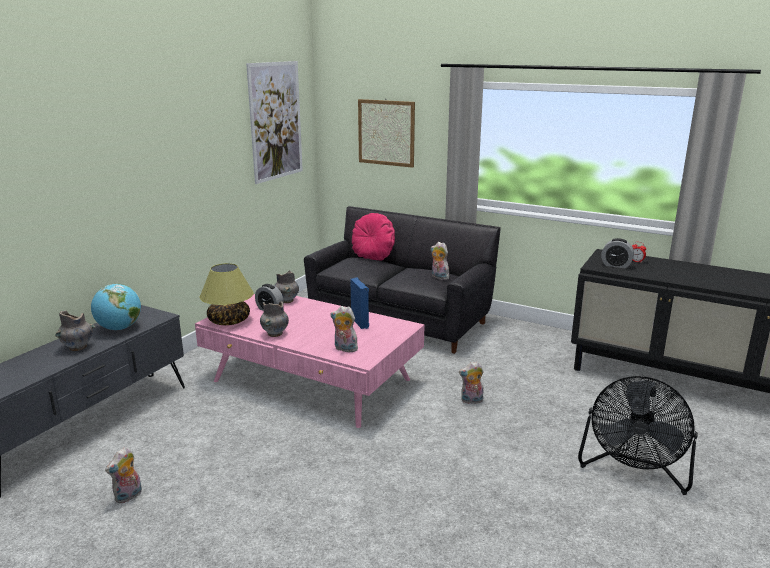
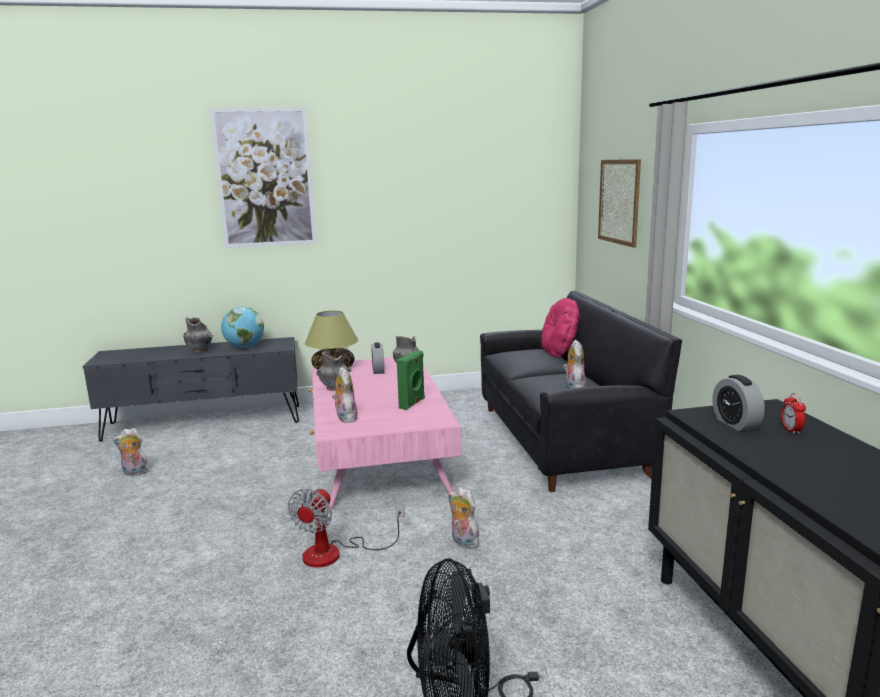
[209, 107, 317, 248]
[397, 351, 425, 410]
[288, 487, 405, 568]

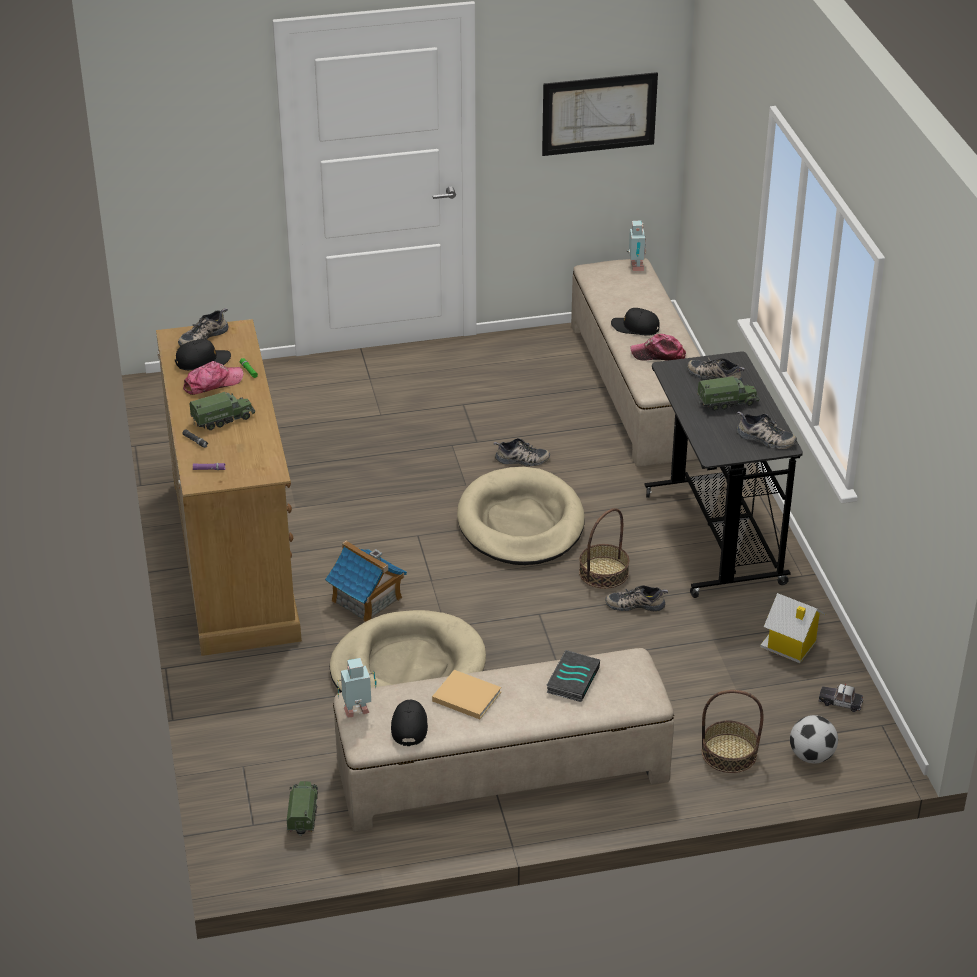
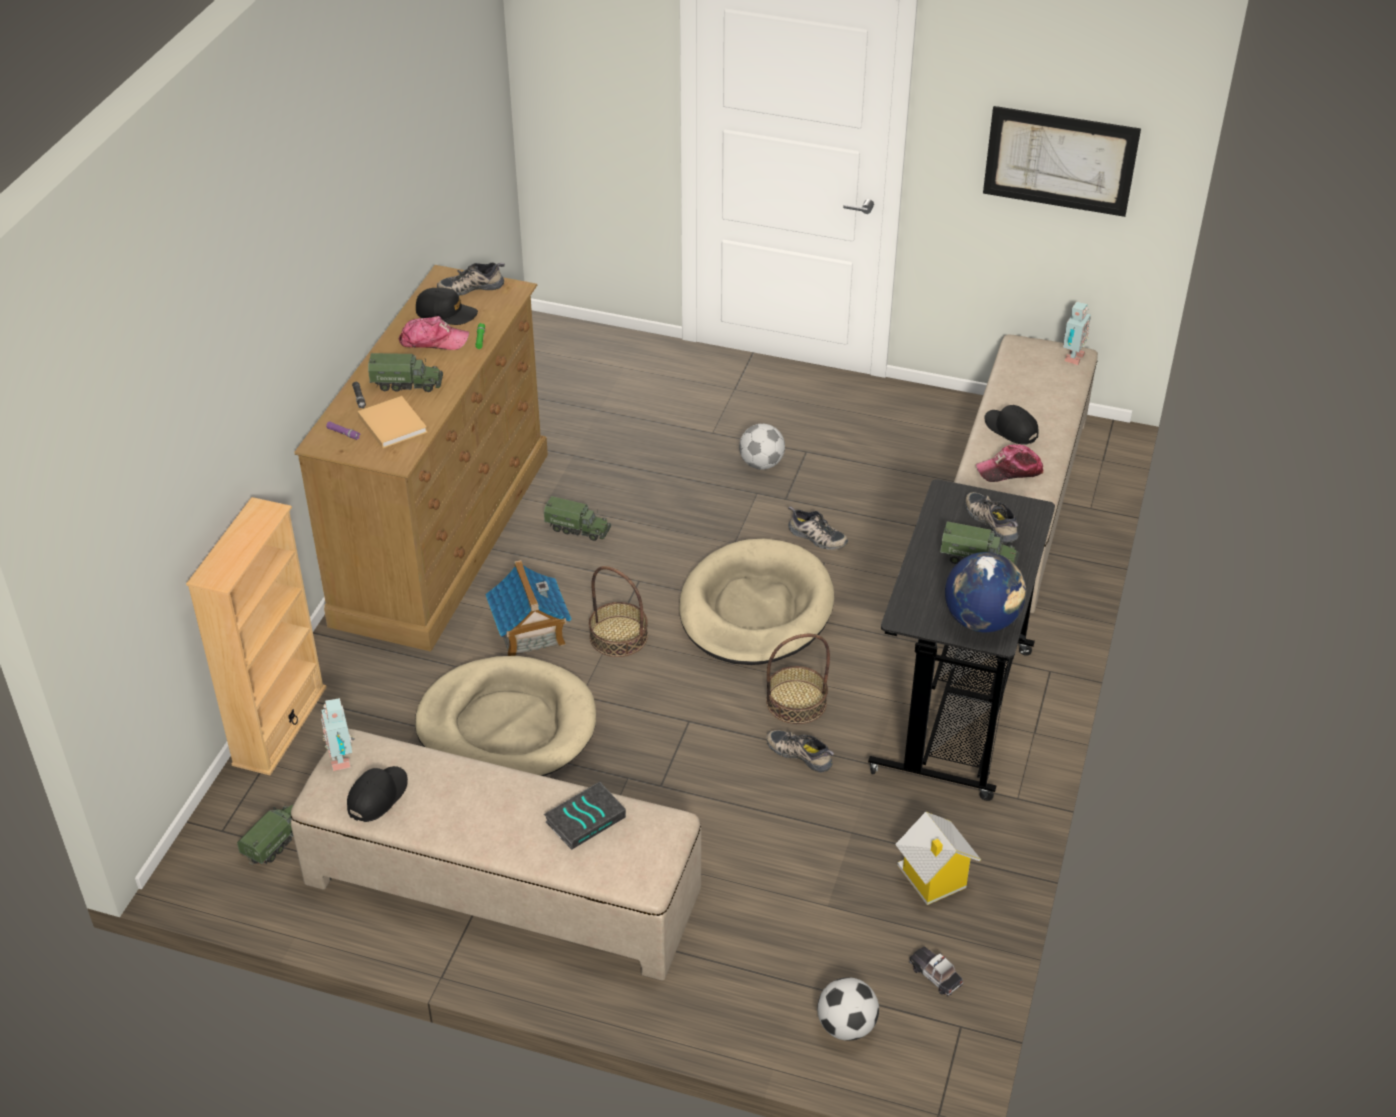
[321, 698, 355, 771]
[358, 396, 427, 448]
[976, 444, 1043, 482]
[589, 566, 648, 657]
[945, 552, 1026, 632]
[186, 497, 327, 775]
[544, 496, 611, 541]
[739, 424, 785, 469]

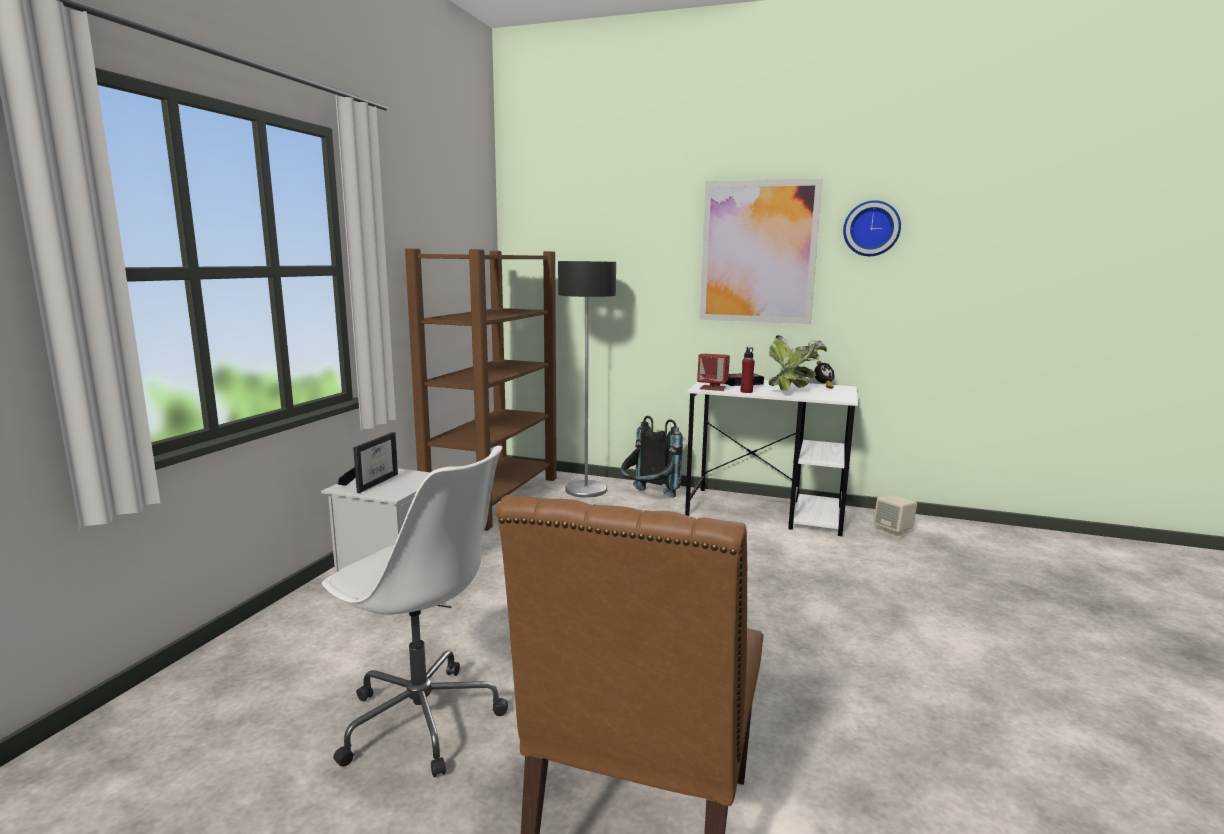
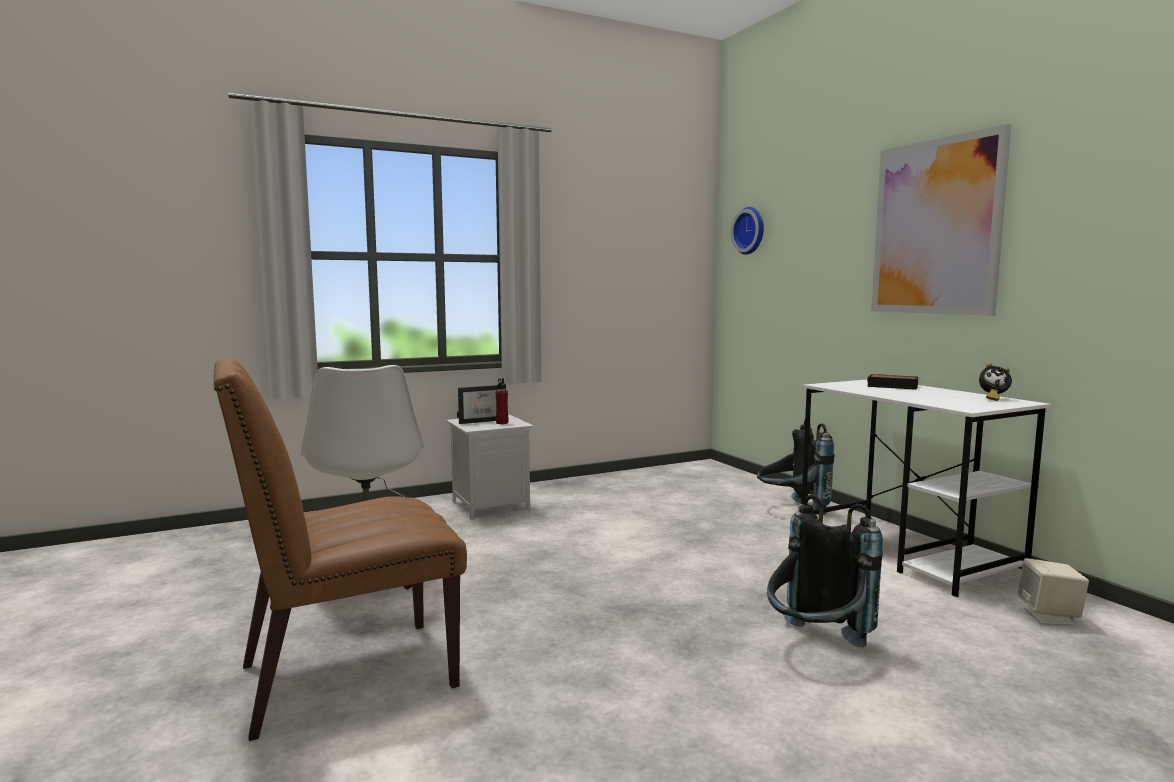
[405, 248, 557, 531] (first image)
[558, 261, 616, 498] (first image)
[697, 354, 730, 391] (first image)
[496, 378, 508, 424]
[769, 335, 827, 391] (first image)
[731, 207, 764, 255]
[767, 494, 883, 648]

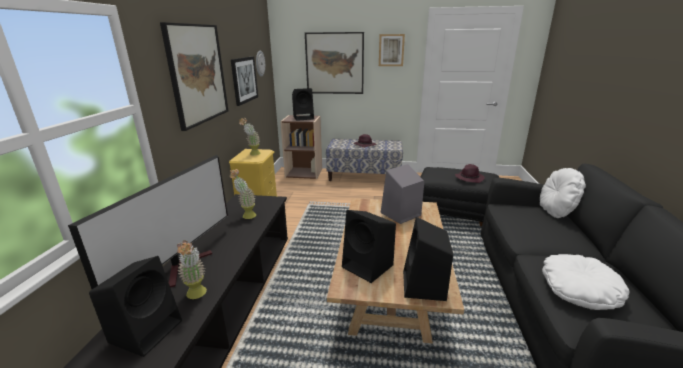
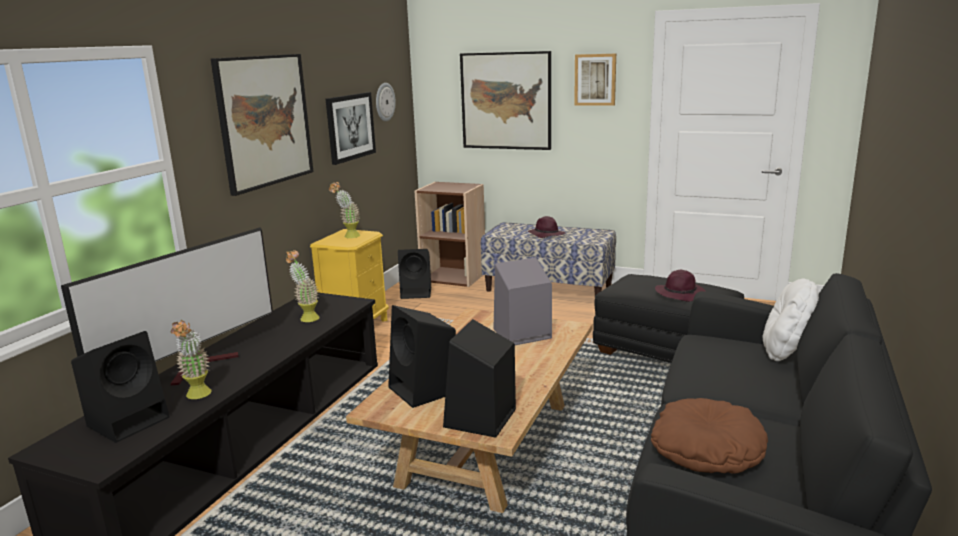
[398, 249, 431, 299]
[651, 398, 768, 474]

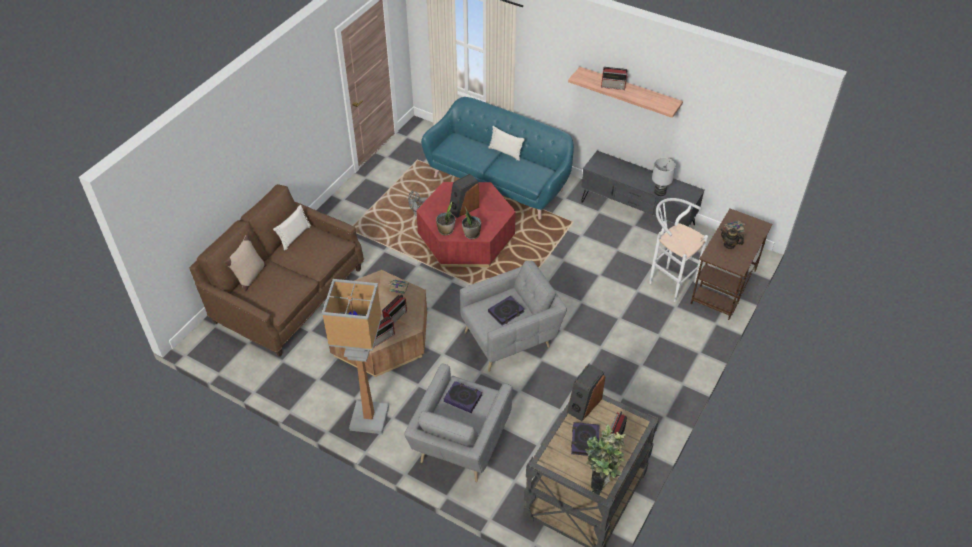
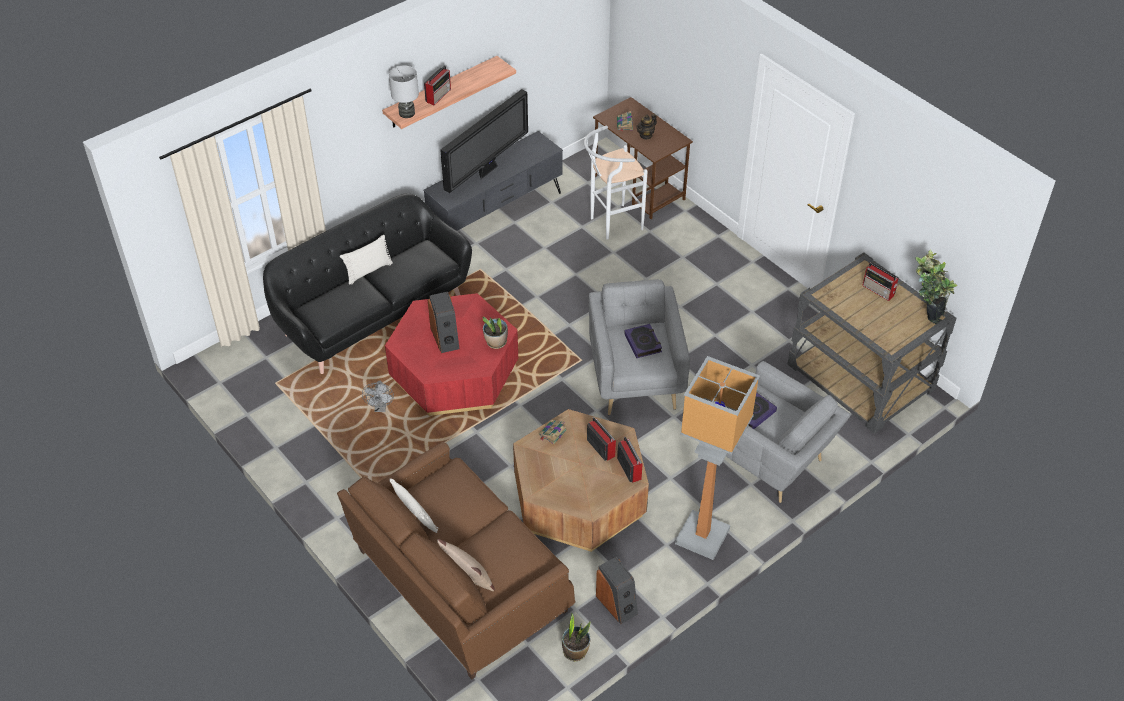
[263, 193, 472, 374]
[562, 614, 590, 661]
[596, 557, 638, 624]
[571, 422, 600, 456] (first image)
[389, 65, 419, 118]
[440, 89, 528, 193]

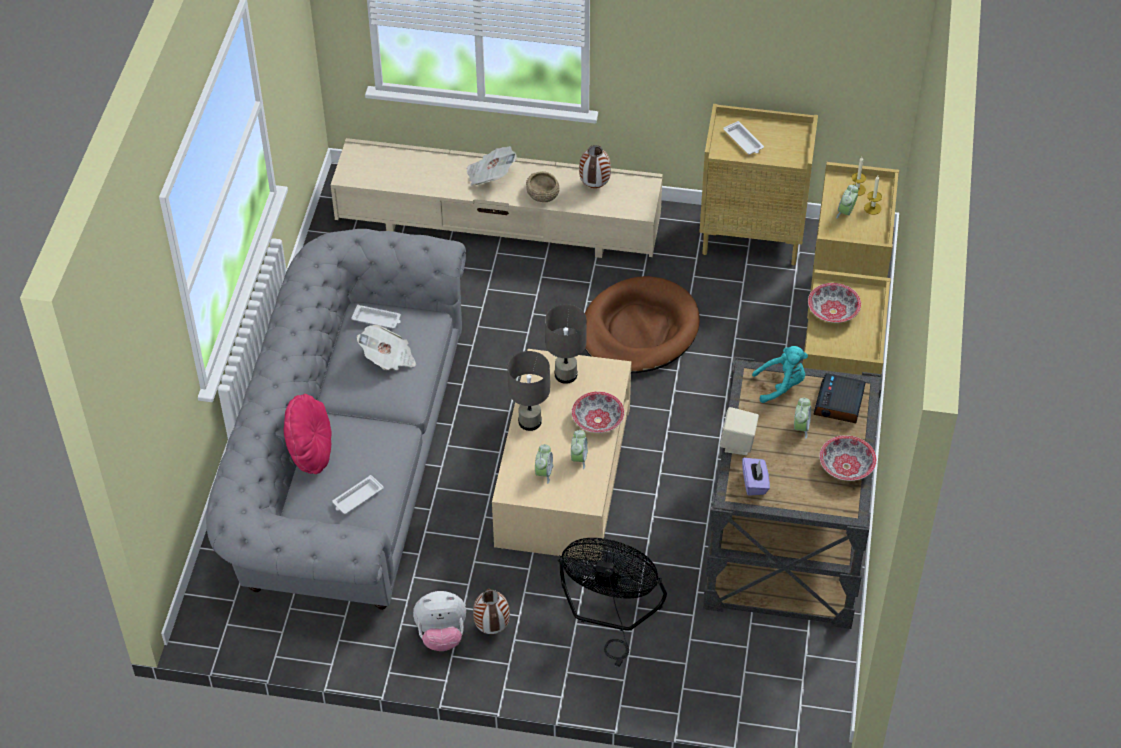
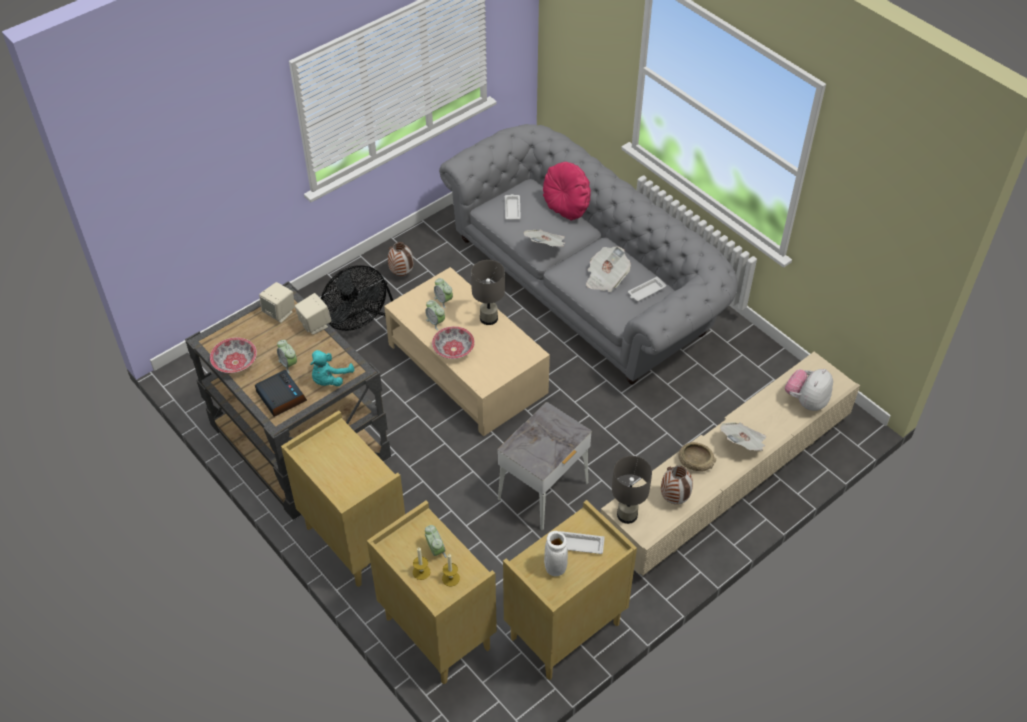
[785, 369, 833, 411]
[612, 456, 652, 524]
[498, 402, 592, 530]
[259, 282, 295, 323]
[808, 283, 861, 323] (first image)
[524, 230, 565, 247]
[544, 531, 568, 576]

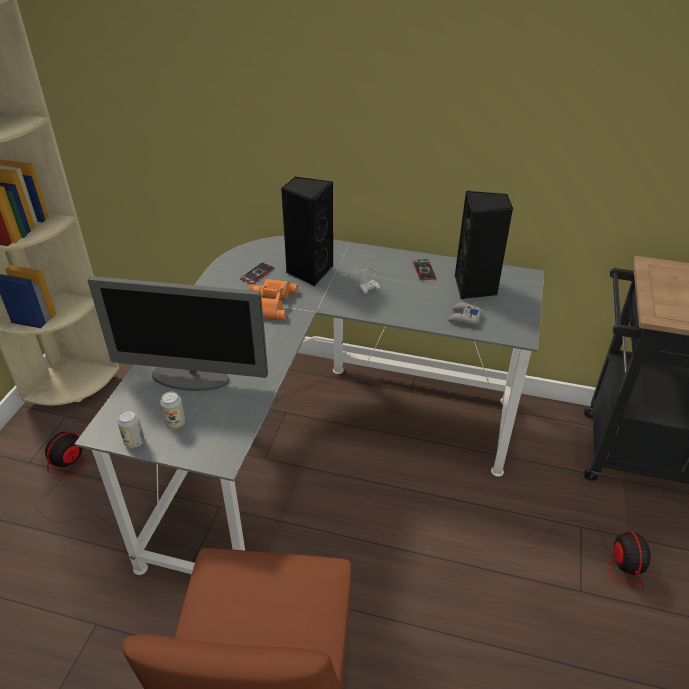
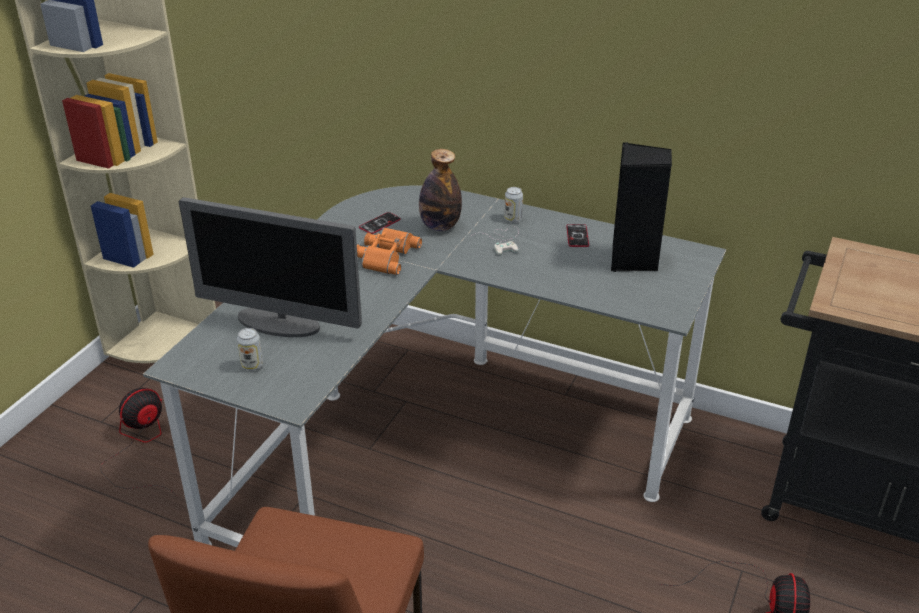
[504, 187, 523, 223]
[419, 149, 462, 231]
[448, 302, 482, 325] (first image)

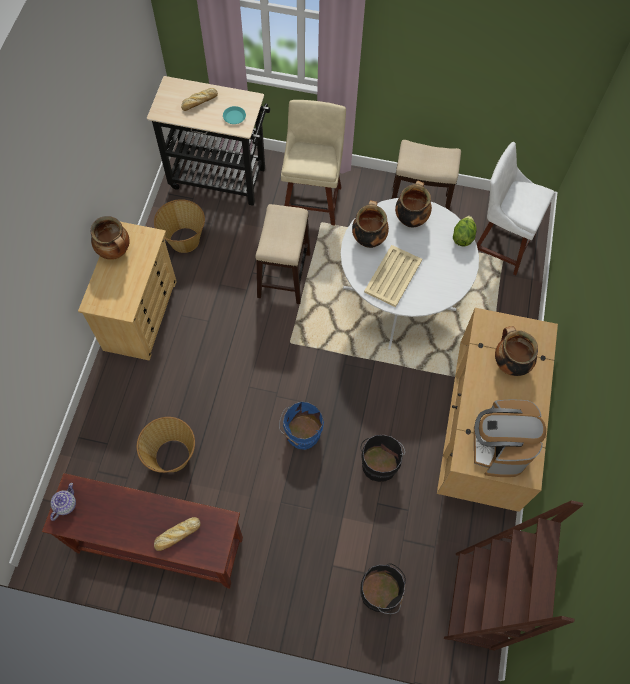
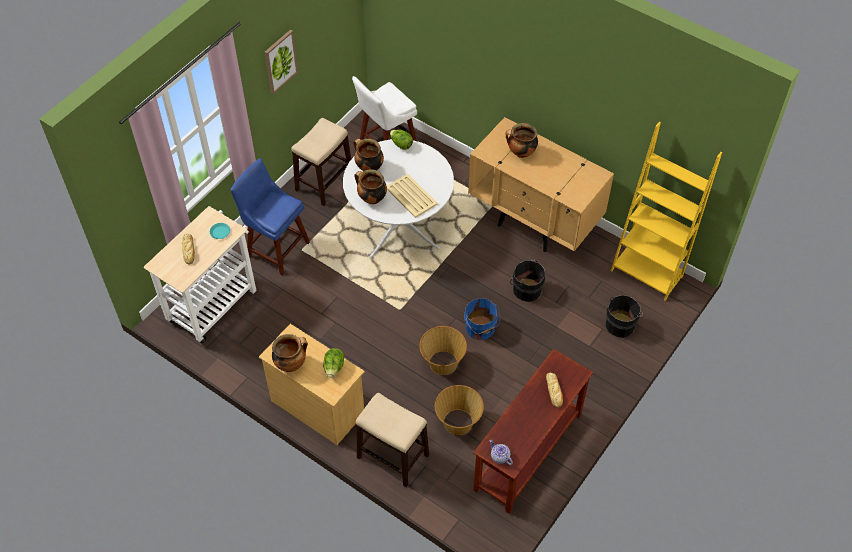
[144, 206, 257, 343]
[419, 326, 467, 375]
[356, 393, 429, 487]
[231, 158, 310, 275]
[611, 122, 722, 301]
[474, 399, 546, 477] (first image)
[265, 30, 298, 94]
[323, 348, 344, 378]

